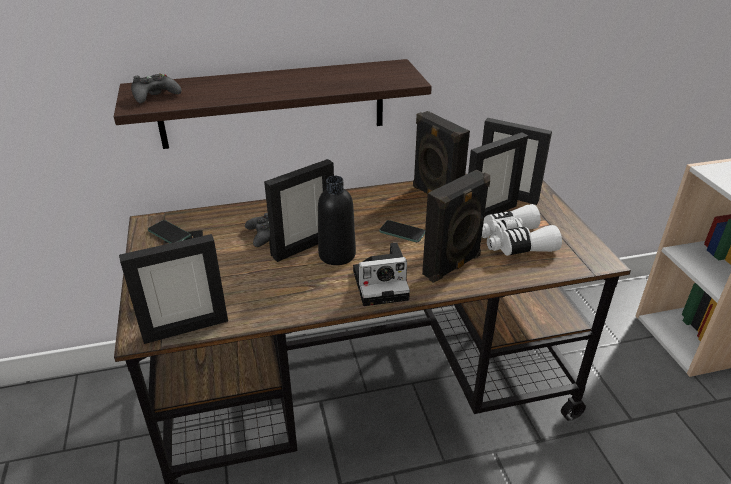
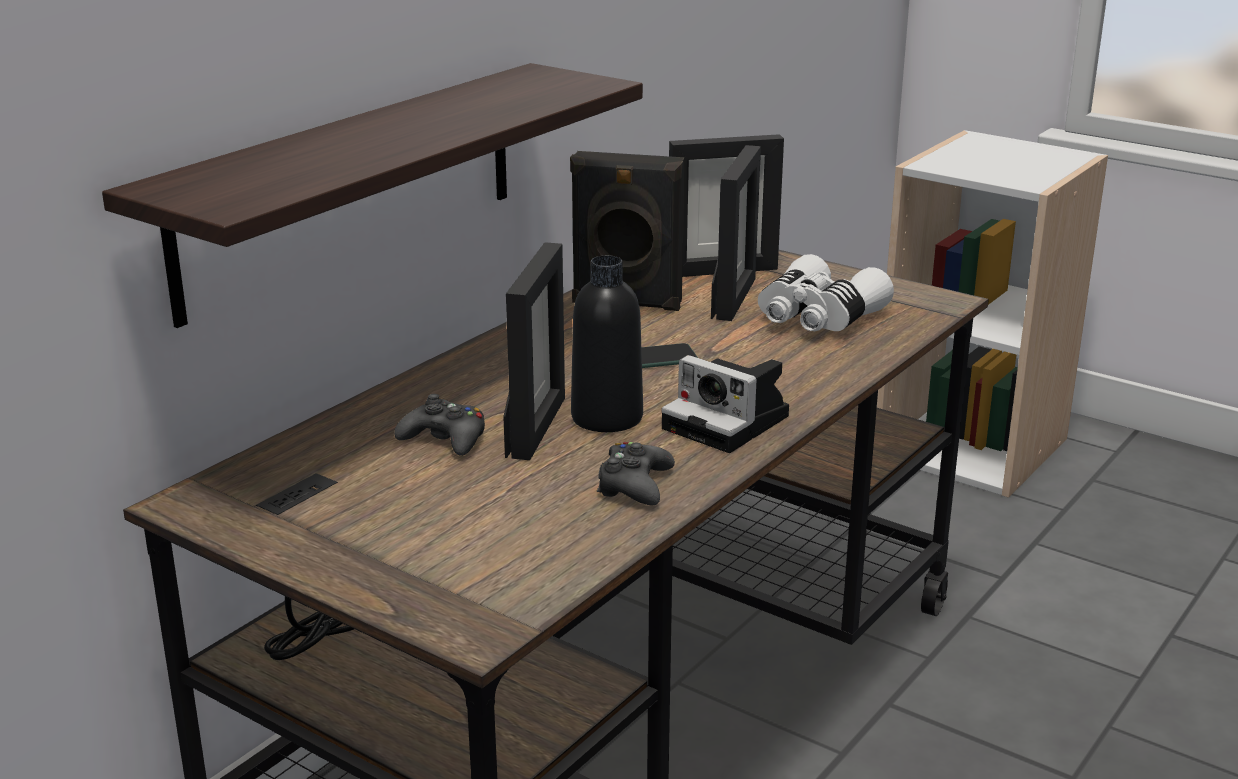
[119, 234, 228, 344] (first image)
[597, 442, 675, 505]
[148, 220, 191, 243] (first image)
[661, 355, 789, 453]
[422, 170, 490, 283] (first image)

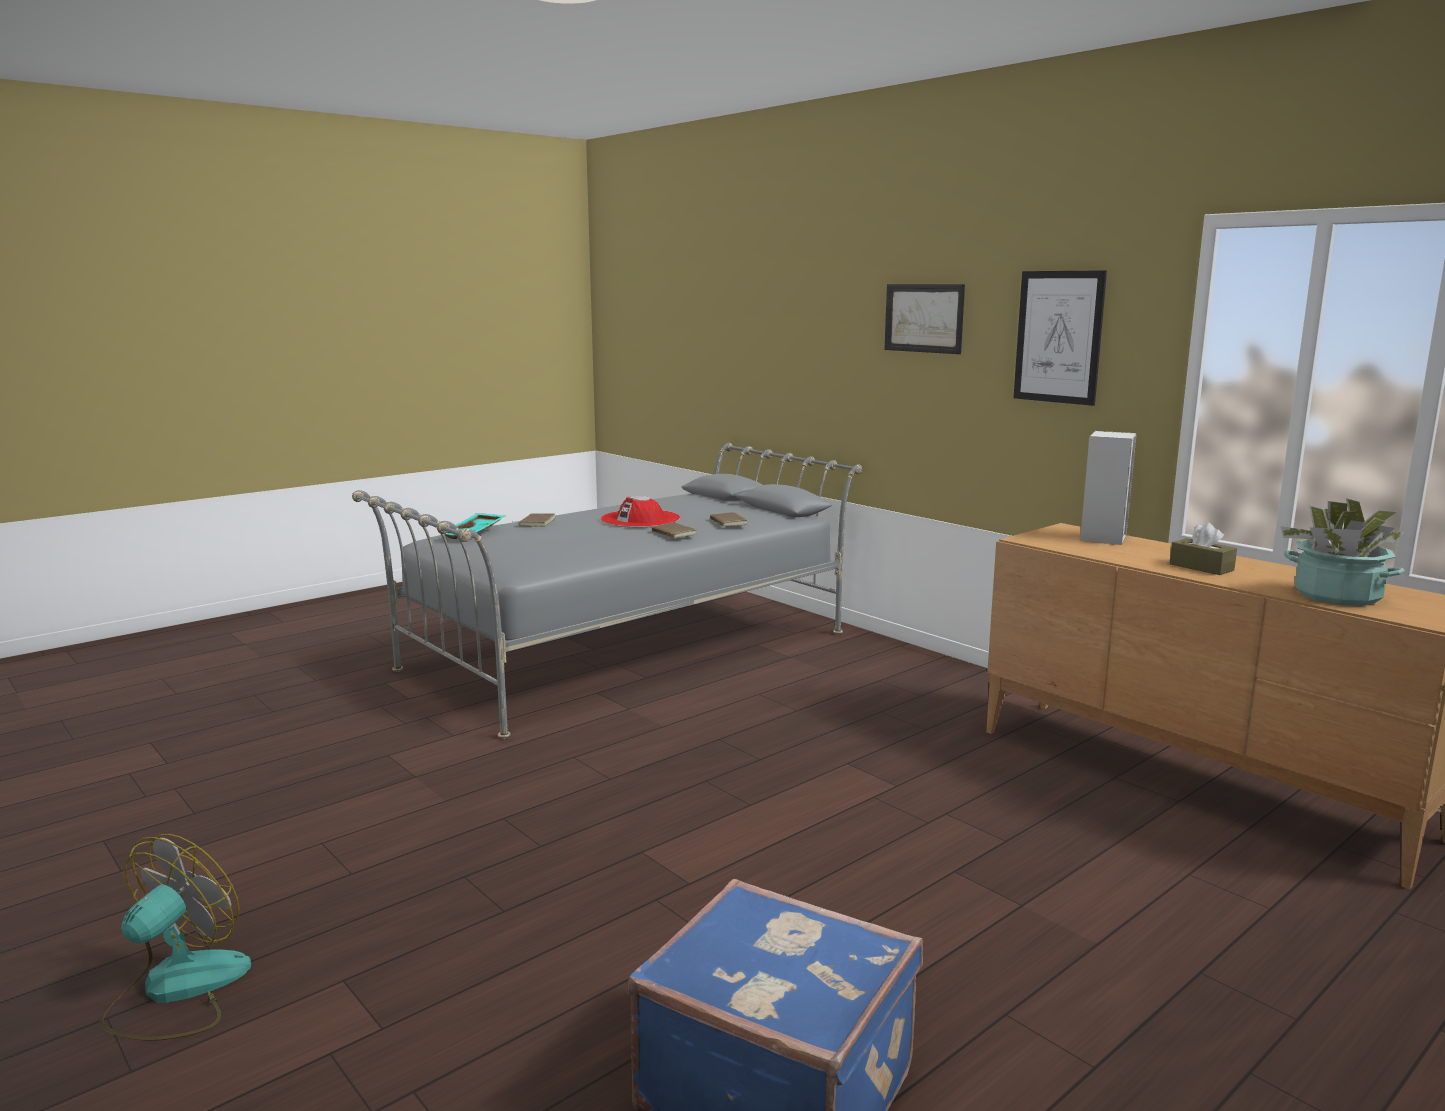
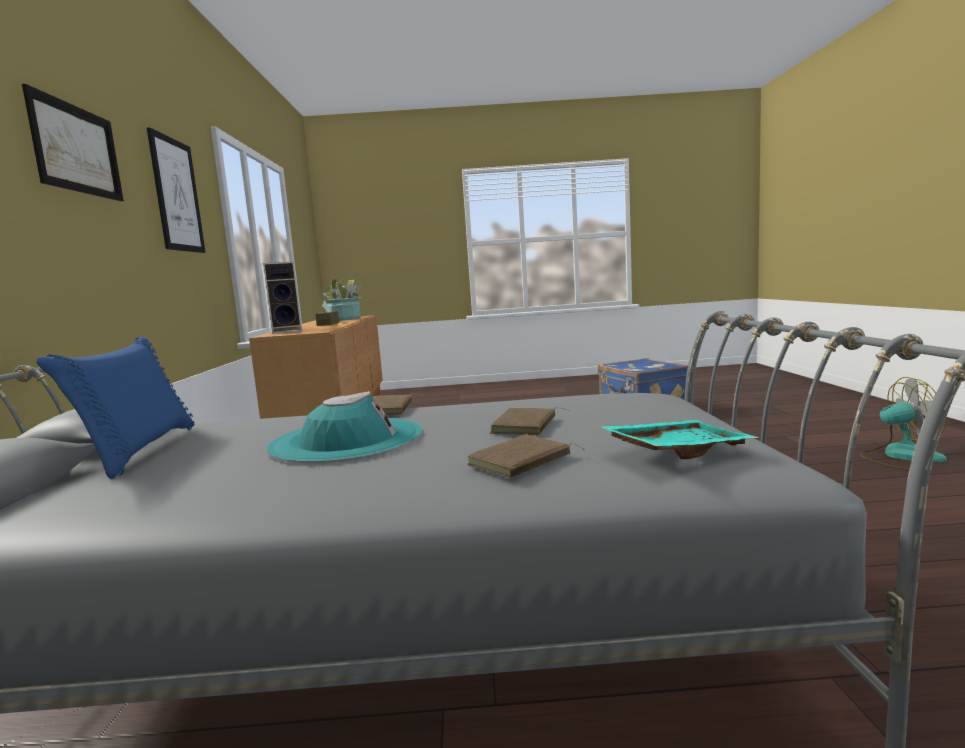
[860, 377, 946, 470]
[267, 391, 422, 464]
[490, 407, 569, 435]
[36, 336, 195, 479]

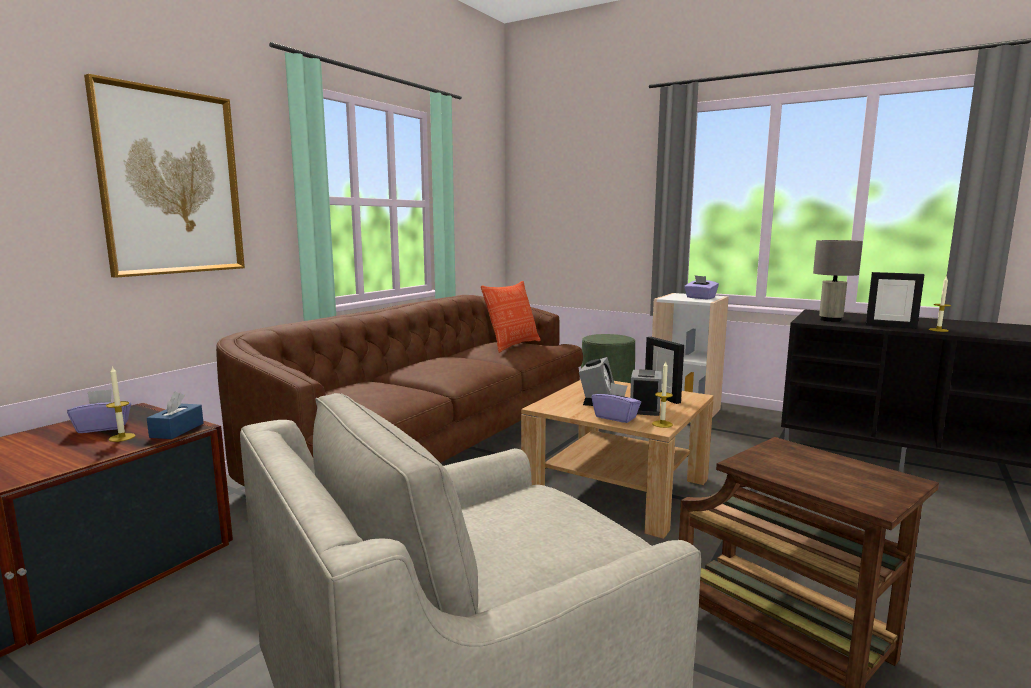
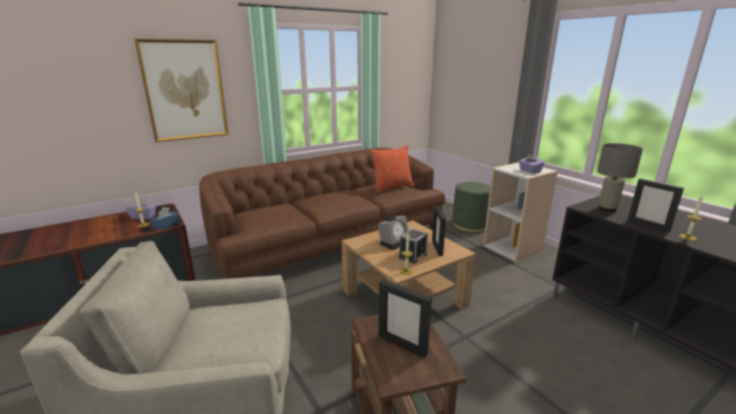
[592, 383, 641, 423] (first image)
[379, 280, 432, 358]

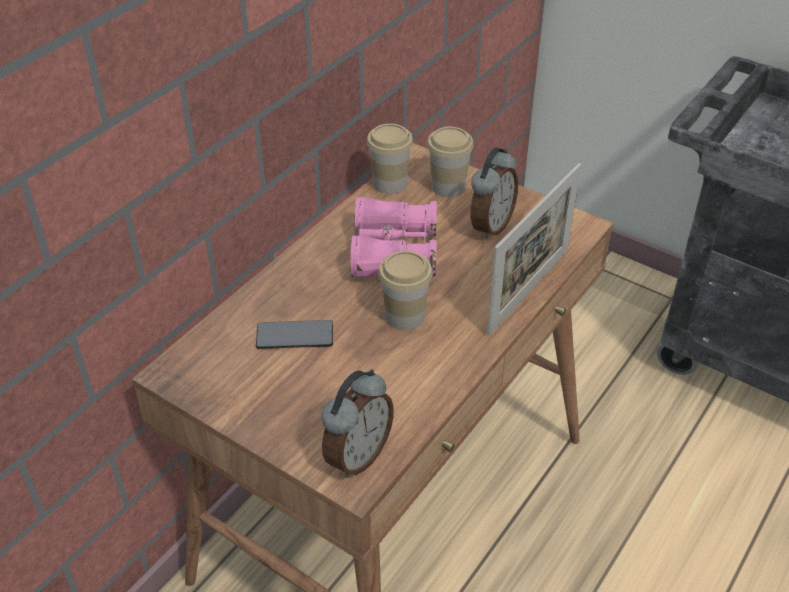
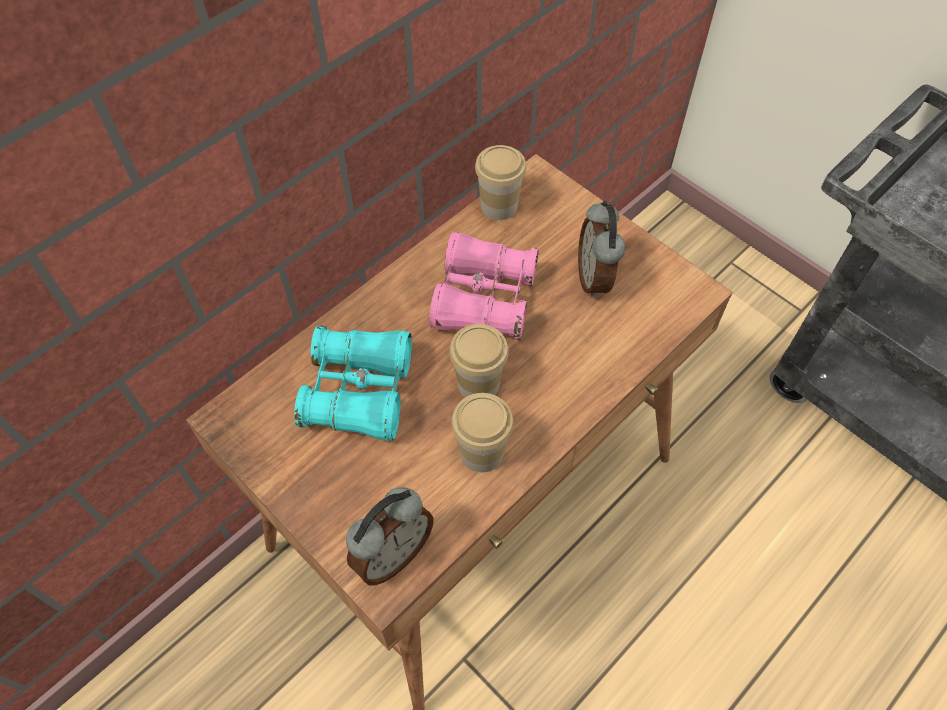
[294, 325, 412, 441]
[451, 393, 514, 472]
[578, 201, 625, 298]
[487, 163, 581, 336] (first image)

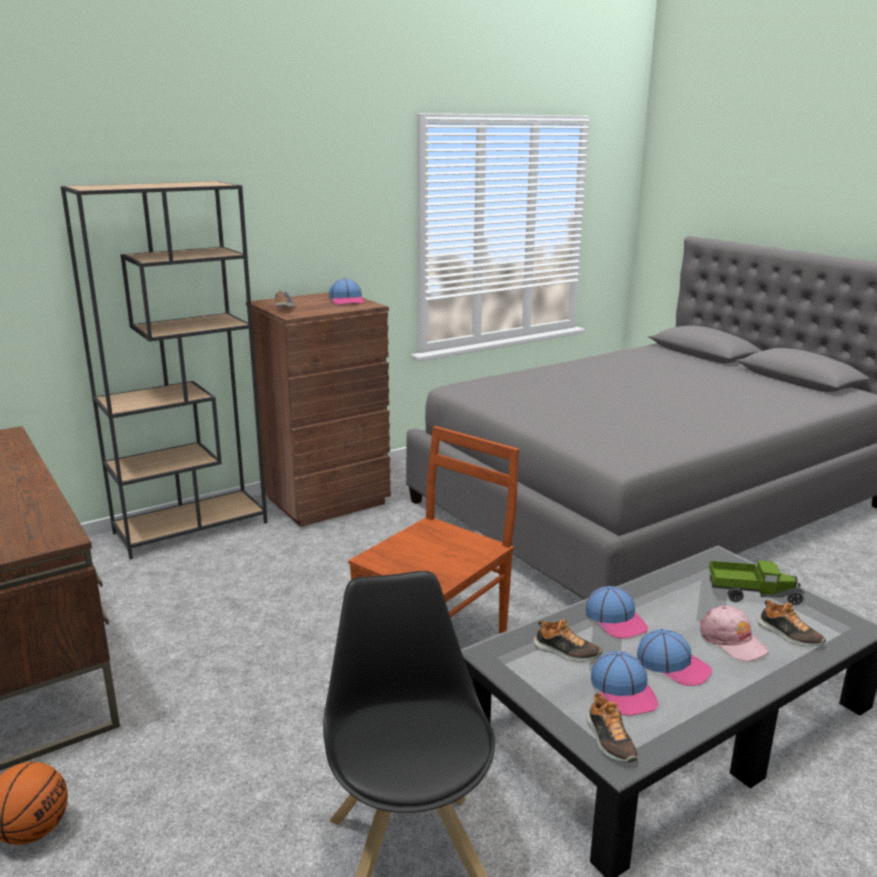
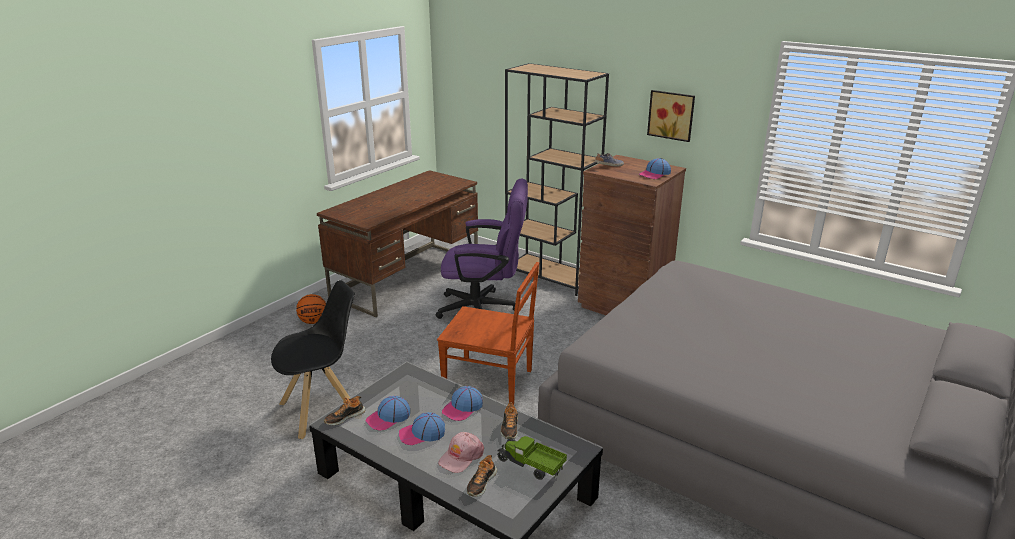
[500, 402, 518, 439]
[399, 412, 445, 445]
[498, 436, 567, 480]
[436, 179, 528, 319]
[647, 90, 695, 142]

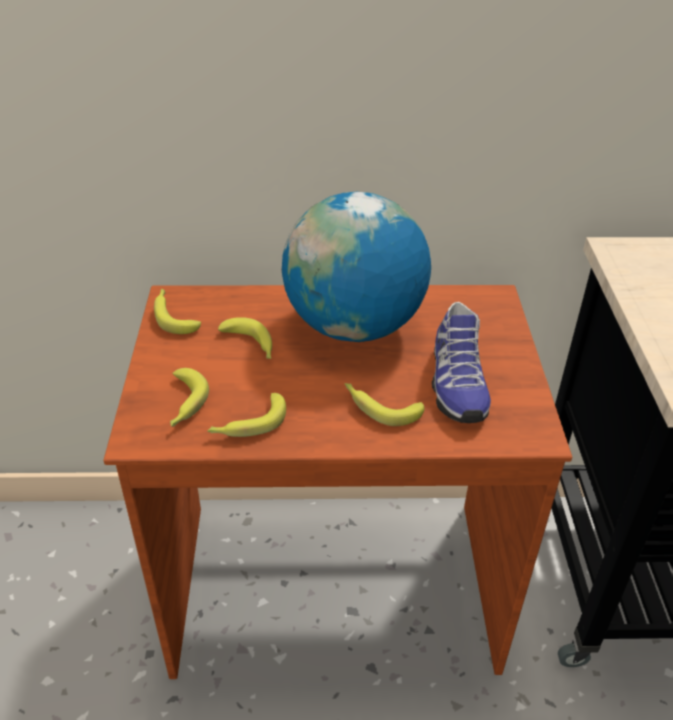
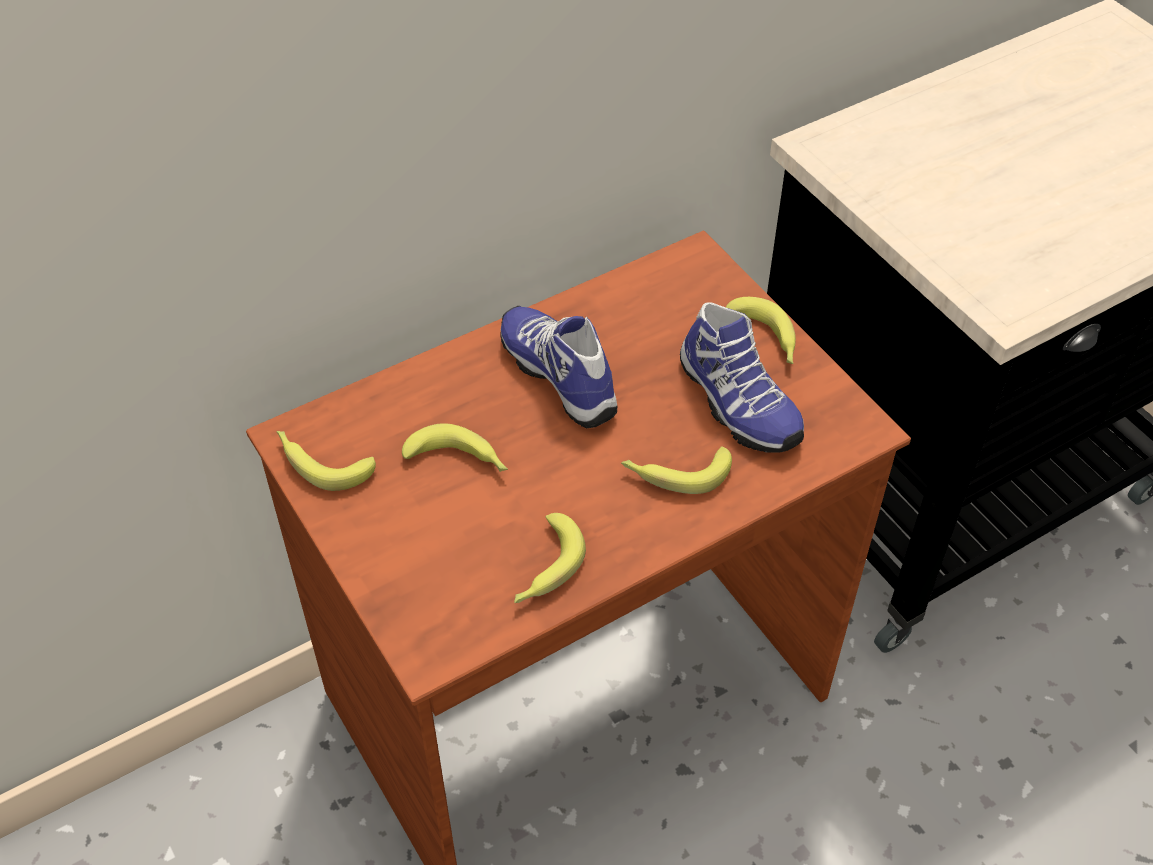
[726, 297, 796, 364]
[501, 306, 617, 428]

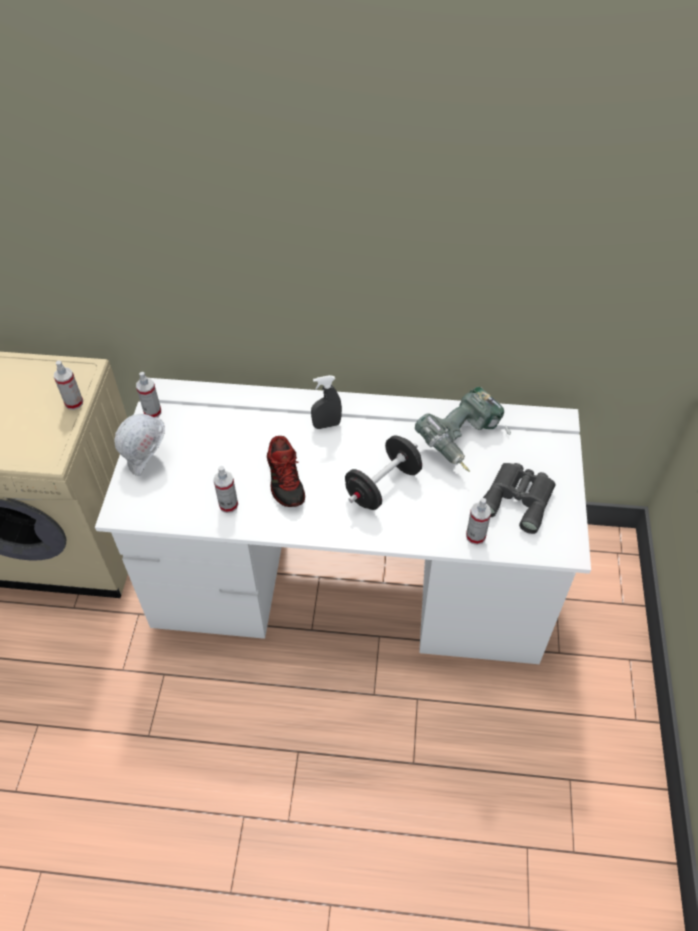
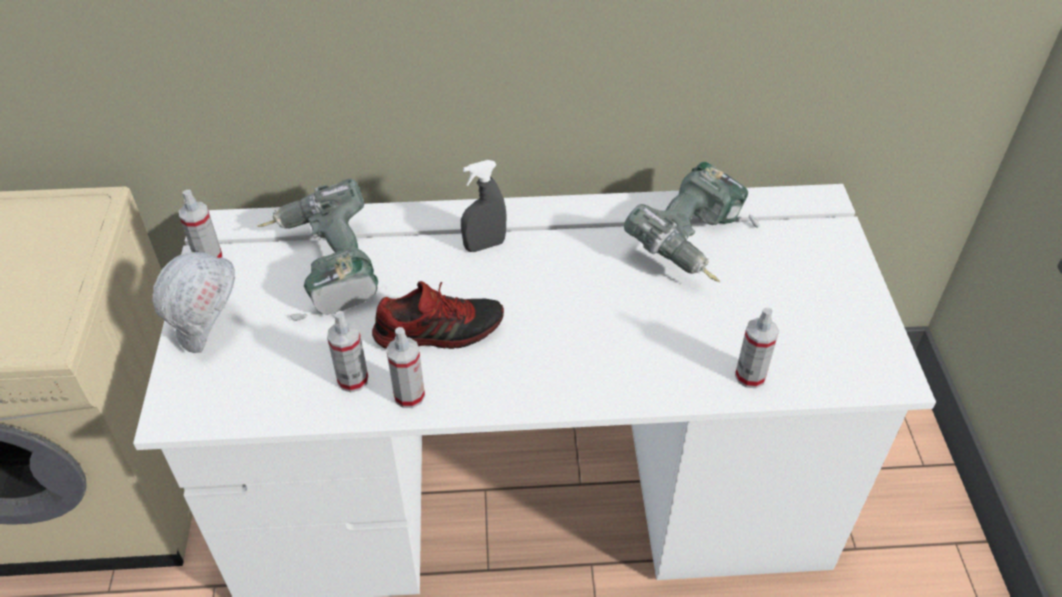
[386, 327, 425, 408]
[372, 281, 504, 349]
[345, 436, 422, 510] (first image)
[483, 463, 556, 534] (first image)
[257, 178, 378, 321]

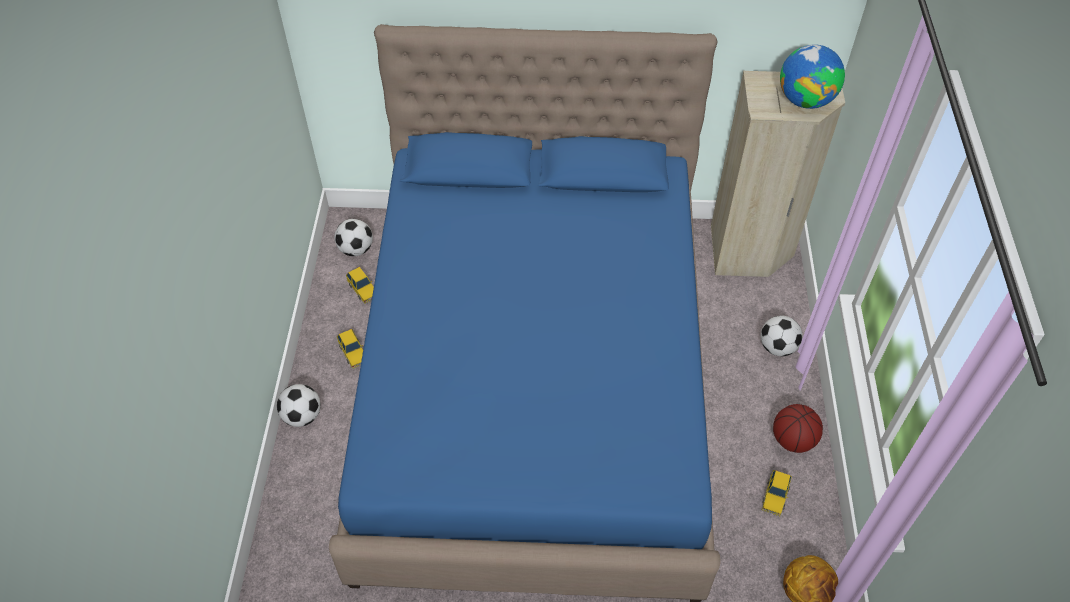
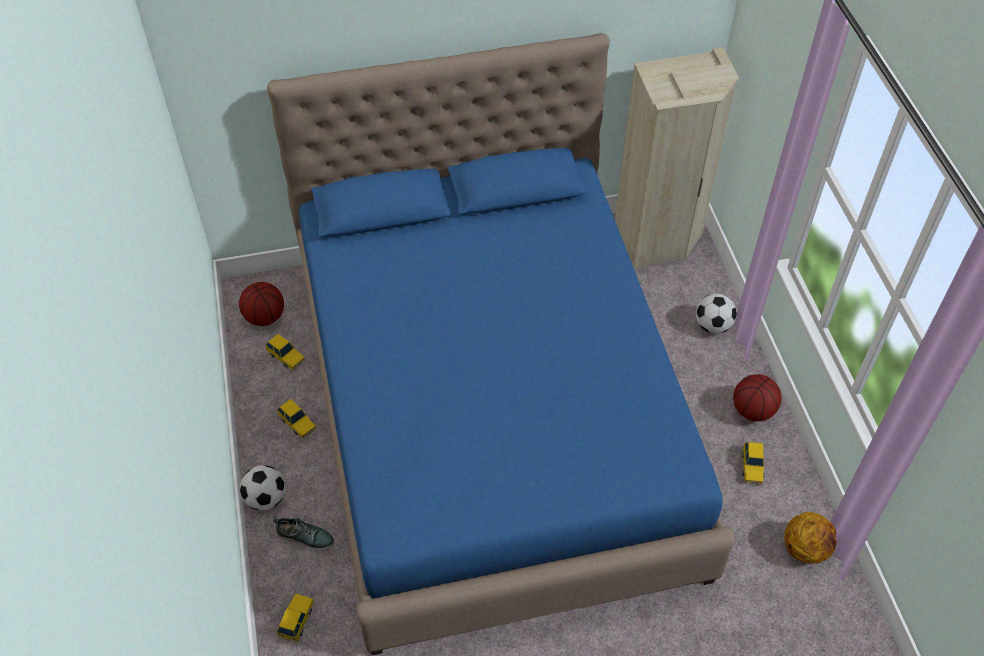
[239, 282, 284, 326]
[780, 45, 845, 109] (first image)
[273, 518, 335, 550]
[277, 594, 314, 642]

